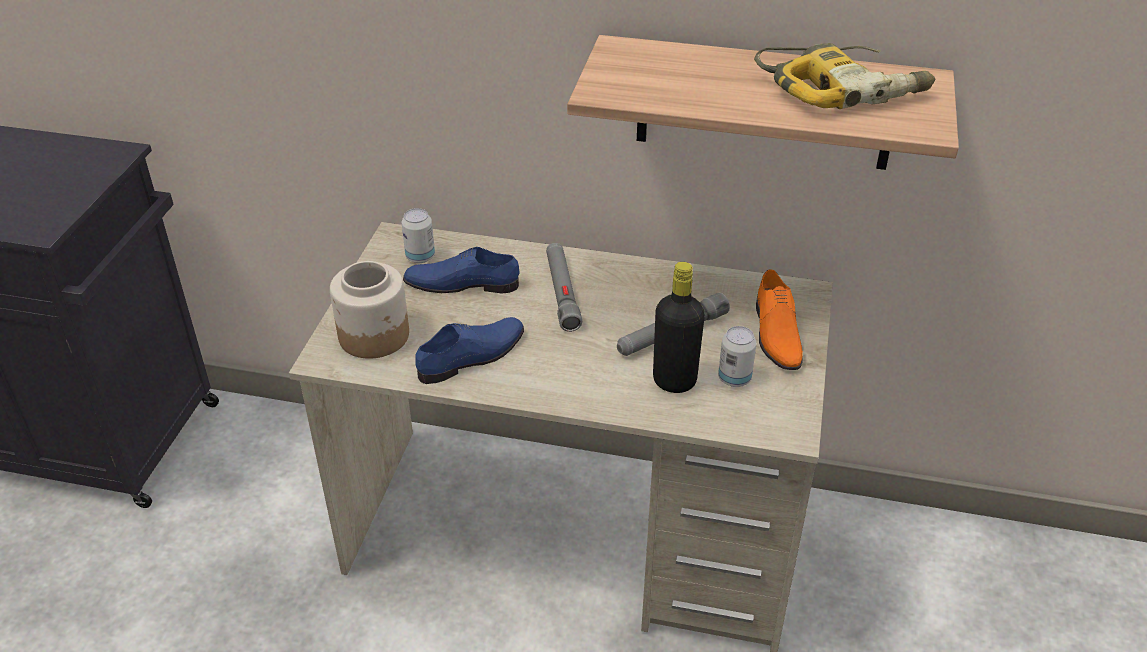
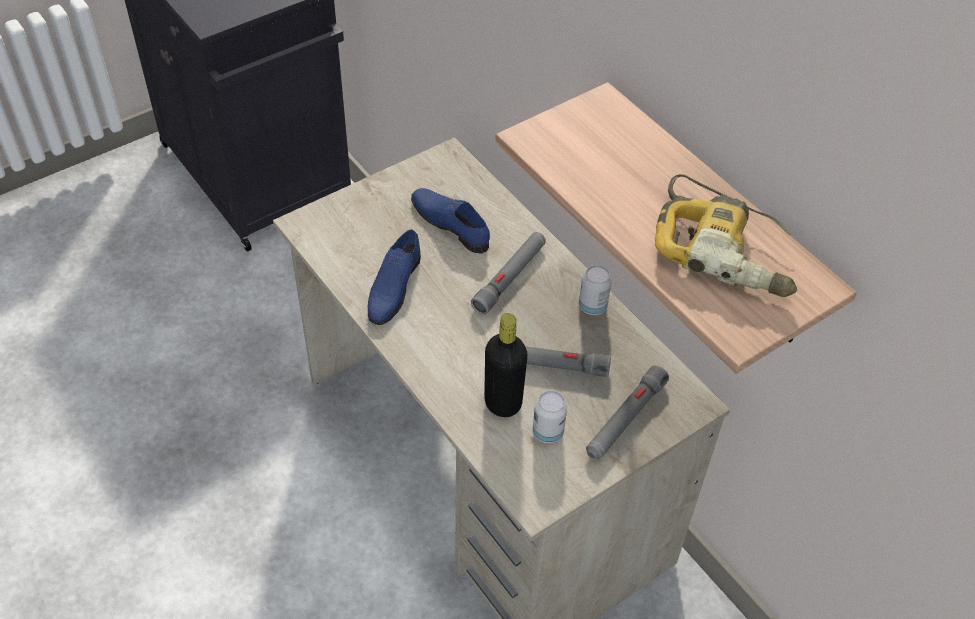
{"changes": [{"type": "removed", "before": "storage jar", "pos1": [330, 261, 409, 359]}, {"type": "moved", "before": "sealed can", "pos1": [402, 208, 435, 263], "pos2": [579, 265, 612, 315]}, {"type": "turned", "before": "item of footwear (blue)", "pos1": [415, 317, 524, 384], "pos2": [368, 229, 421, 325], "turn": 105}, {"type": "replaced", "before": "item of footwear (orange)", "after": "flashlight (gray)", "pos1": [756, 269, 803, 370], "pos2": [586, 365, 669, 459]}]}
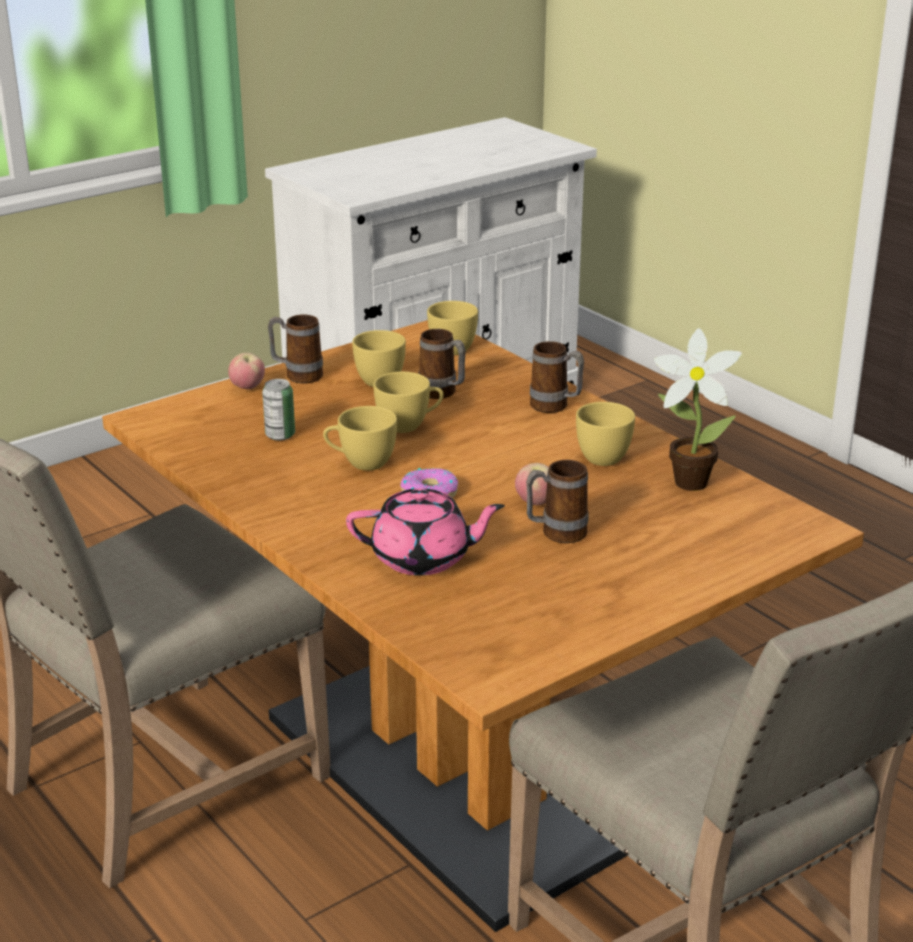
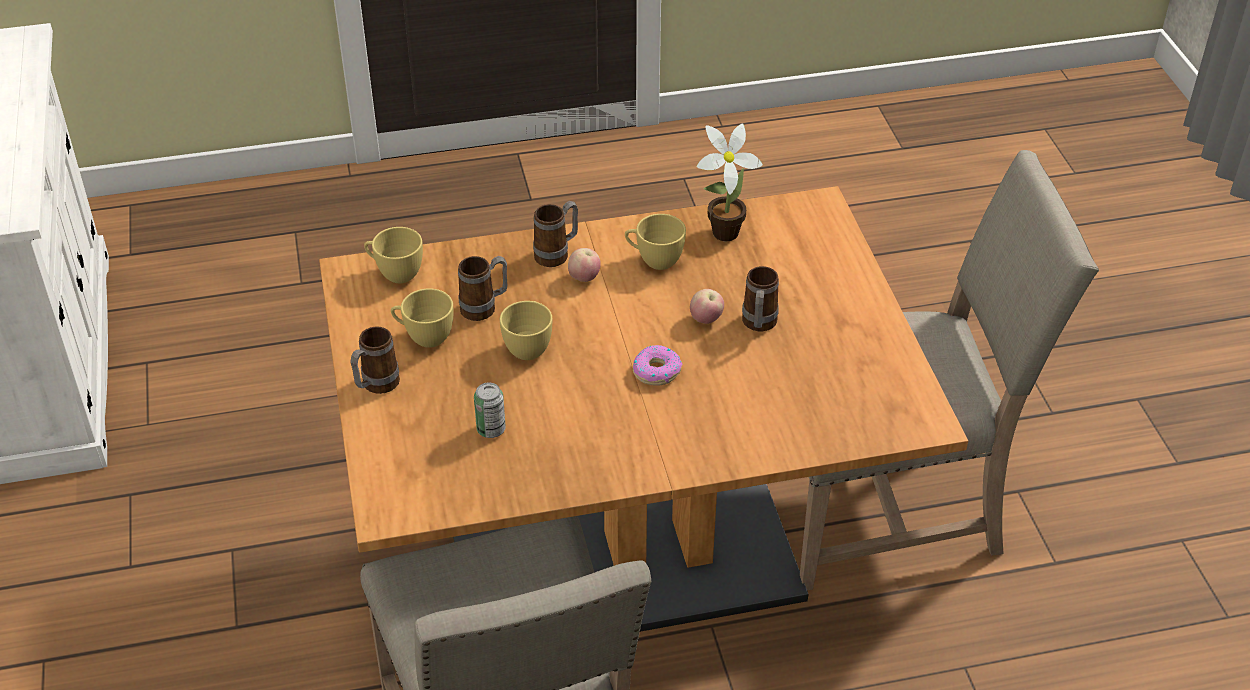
{"changes": [{"type": "moved", "before": "apple", "pos1": [228, 353, 265, 389], "pos2": [568, 248, 601, 282]}, {"type": "removed", "before": "cup (yellow-coloured)", "pos1": [323, 406, 397, 470]}, {"type": "removed", "before": "pot for tea (pink)", "pos1": [346, 488, 505, 576]}]}
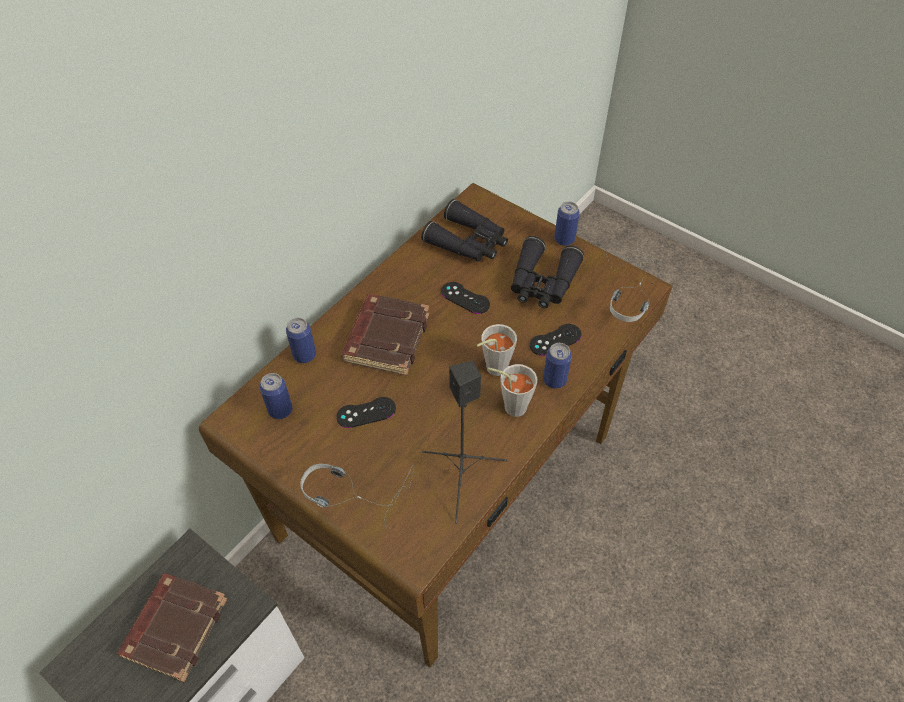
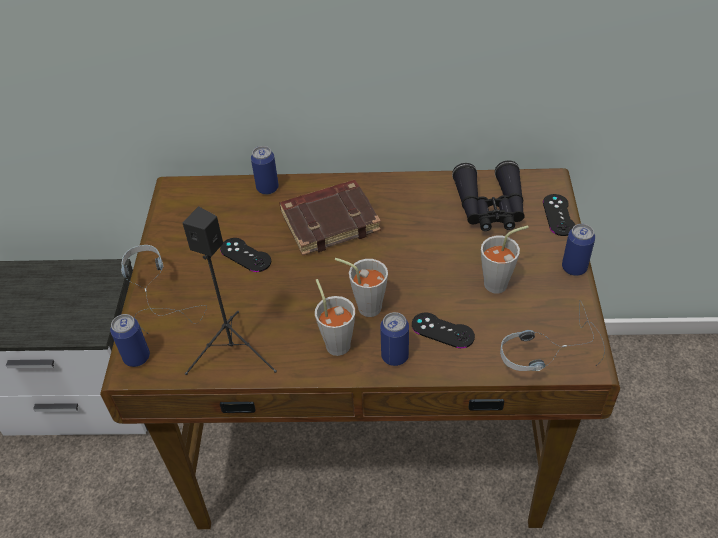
{"changes": [{"type": "removed", "before": "bound book (brown-coloured)", "pos1": [117, 573, 228, 682]}, {"type": "moved", "before": "sealed can", "pos1": [259, 373, 292, 419], "pos2": [110, 314, 150, 367]}, {"type": "moved", "before": "gamepad (black)", "pos1": [441, 282, 490, 314], "pos2": [543, 194, 575, 236]}, {"type": "replaced", "before": "field glasses (black)", "after": "cup (gray)", "pos1": [511, 236, 584, 308], "pos2": [481, 226, 529, 294]}]}
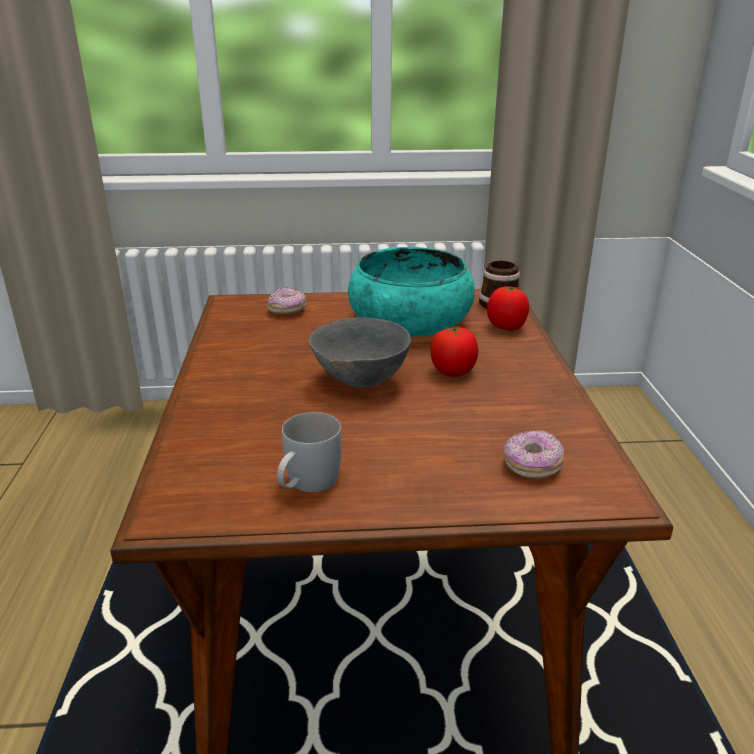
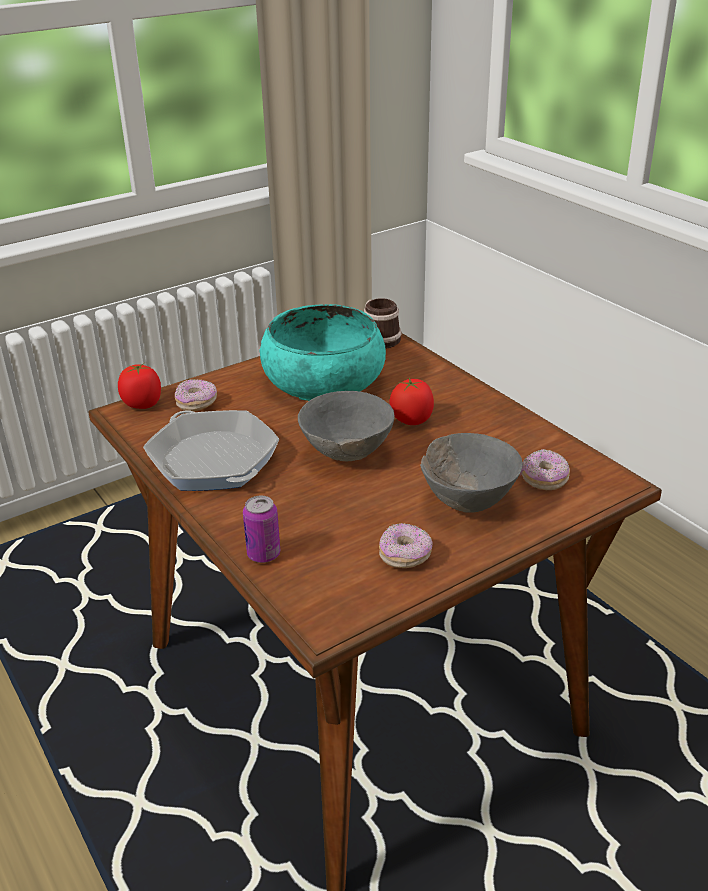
{"changes": [{"type": "replaced", "before": "coffee mug (whitish)", "after": "ring doughnut", "pos1": [277, 412, 342, 493], "pos2": [379, 523, 433, 568]}, {"type": "moved", "before": "whole tomato", "pos1": [487, 286, 529, 330], "pos2": [118, 363, 161, 409]}, {"type": "added", "after": "skillet", "pos2": [143, 410, 280, 491]}, {"type": "added", "after": "sealed can", "pos2": [243, 496, 280, 563]}, {"type": "added", "after": "serving bowl (gray)", "pos2": [420, 433, 523, 513]}]}
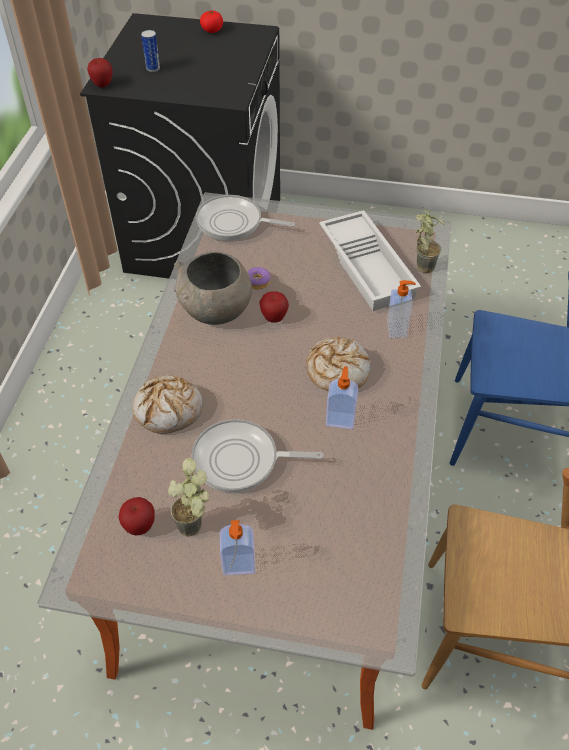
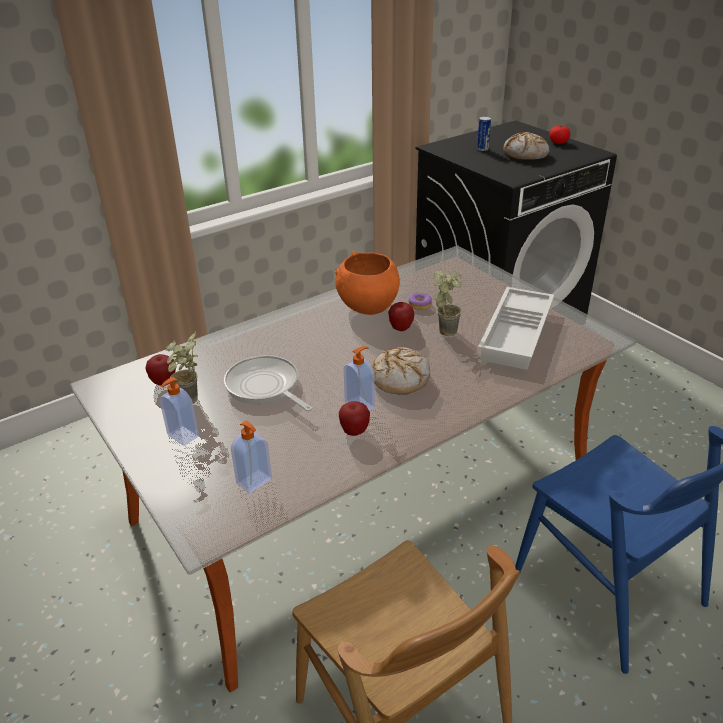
{"changes": [{"type": "moved", "before": "apple", "pos1": [87, 58, 112, 88], "pos2": [339, 401, 370, 436]}, {"type": "moved", "before": "bakery bread", "pos1": [132, 375, 203, 434], "pos2": [503, 132, 549, 160]}, {"type": "recoloured", "before": "serving bowl (gray)", "after": "serving bowl (orange)", "pos1": [173, 252, 252, 325], "pos2": [335, 251, 400, 315]}, {"type": "removed", "before": "skillet", "pos1": [196, 195, 295, 241]}, {"type": "moved", "before": "soap bottle", "pos1": [387, 280, 416, 338], "pos2": [231, 420, 272, 494]}, {"type": "moved", "before": "plant in a pot", "pos1": [415, 207, 445, 273], "pos2": [433, 270, 461, 336]}]}
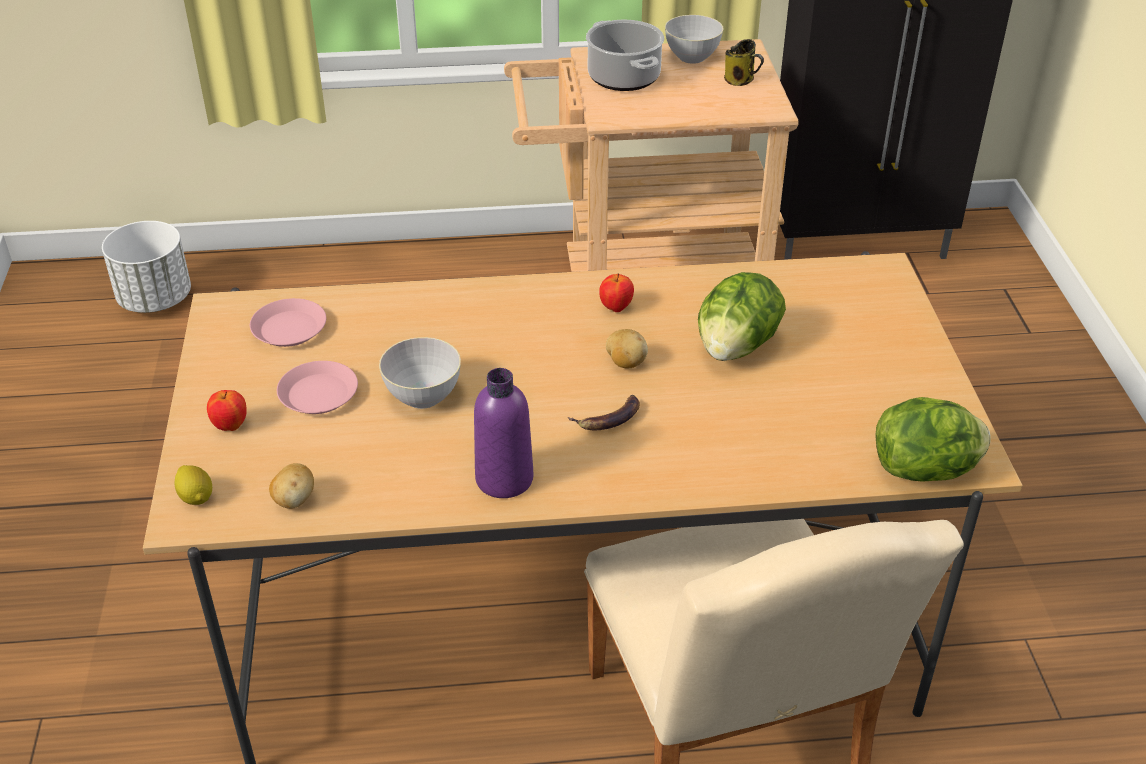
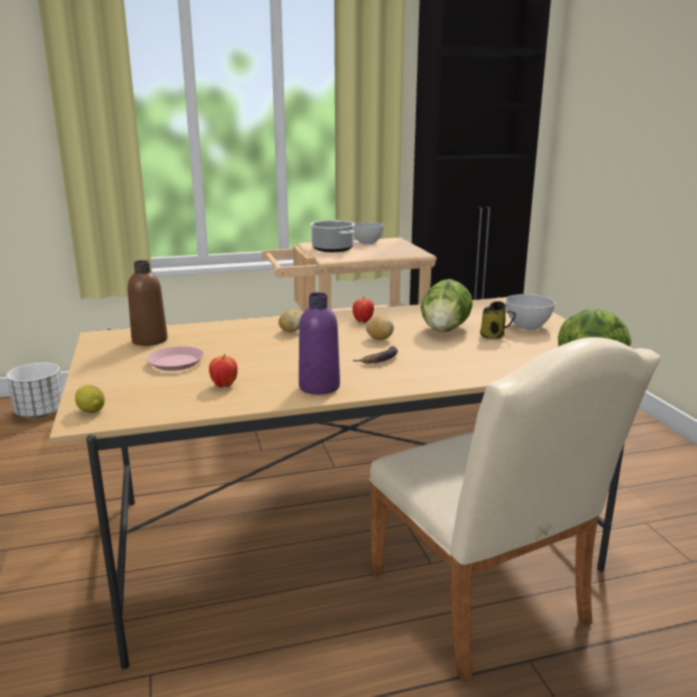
{"changes": [{"type": "moved", "before": "apple", "pos1": [207, 390, 247, 431], "pos2": [209, 354, 238, 387]}, {"type": "replaced", "before": "flat dish (pink)", "after": "beverage bottle (brown-coloured)", "pos1": [250, 298, 326, 347], "pos2": [128, 260, 167, 346]}, {"type": "moved", "before": "spud", "pos1": [269, 463, 314, 509], "pos2": [279, 309, 302, 332]}, {"type": "moved", "before": "serving bowl (gray)", "pos1": [379, 337, 461, 409], "pos2": [505, 294, 555, 330]}, {"type": "moved", "before": "coffee mug", "pos1": [724, 39, 764, 86], "pos2": [480, 301, 516, 339]}]}
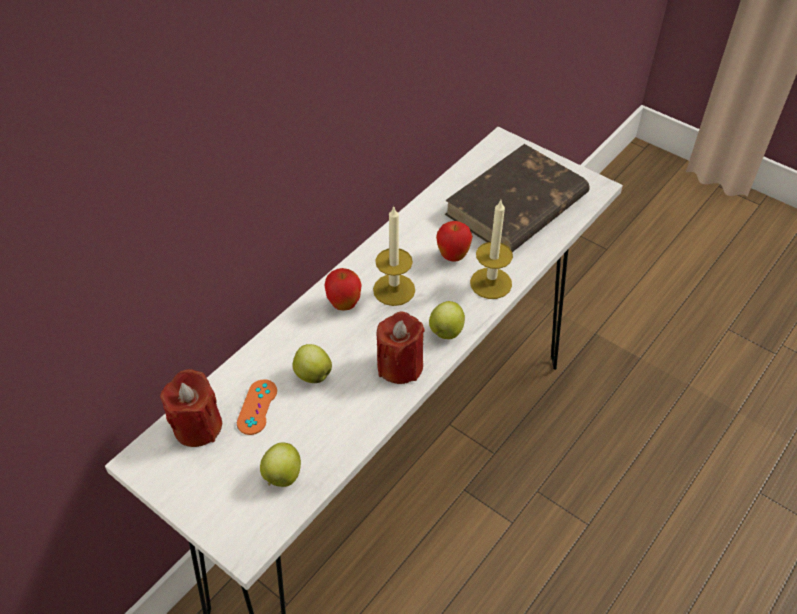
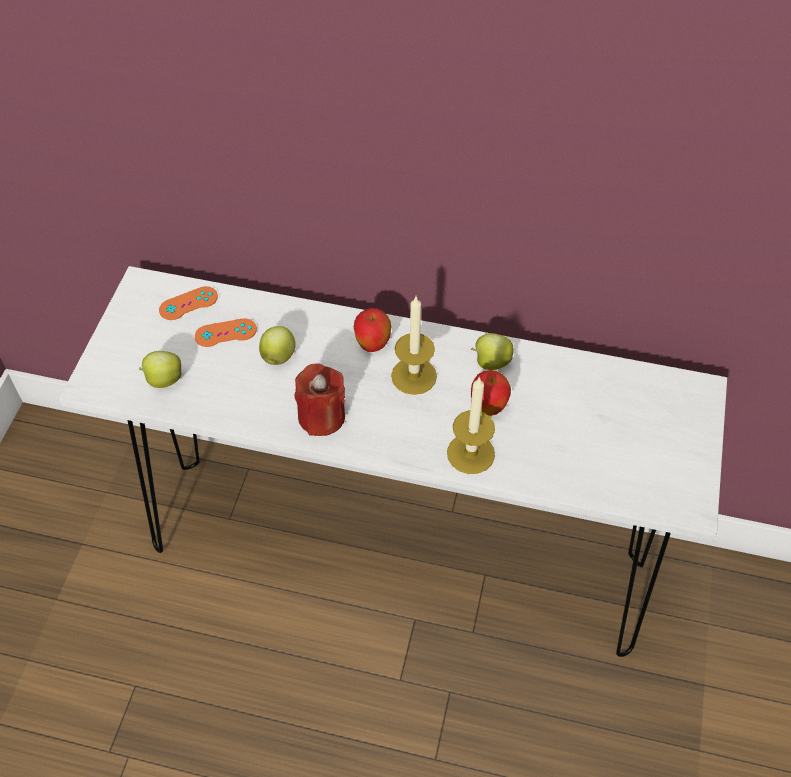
{"changes": [{"type": "replaced", "before": "candle (red)", "after": "gamepad (orange)", "pos1": [160, 369, 222, 447], "pos2": [159, 286, 218, 320]}, {"type": "moved", "before": "apple", "pos1": [429, 301, 465, 339], "pos2": [471, 333, 514, 370]}, {"type": "removed", "before": "bound book (brown-coloured)", "pos1": [445, 144, 590, 252]}]}
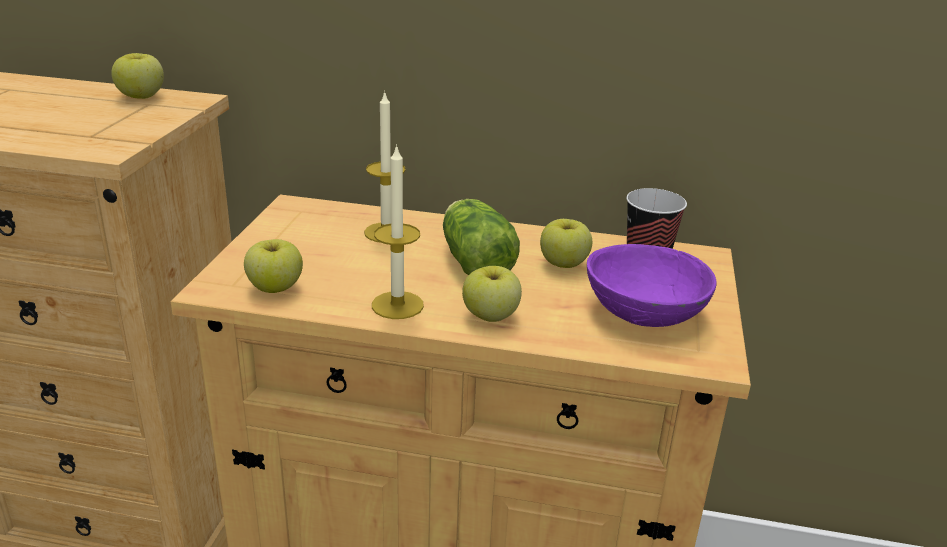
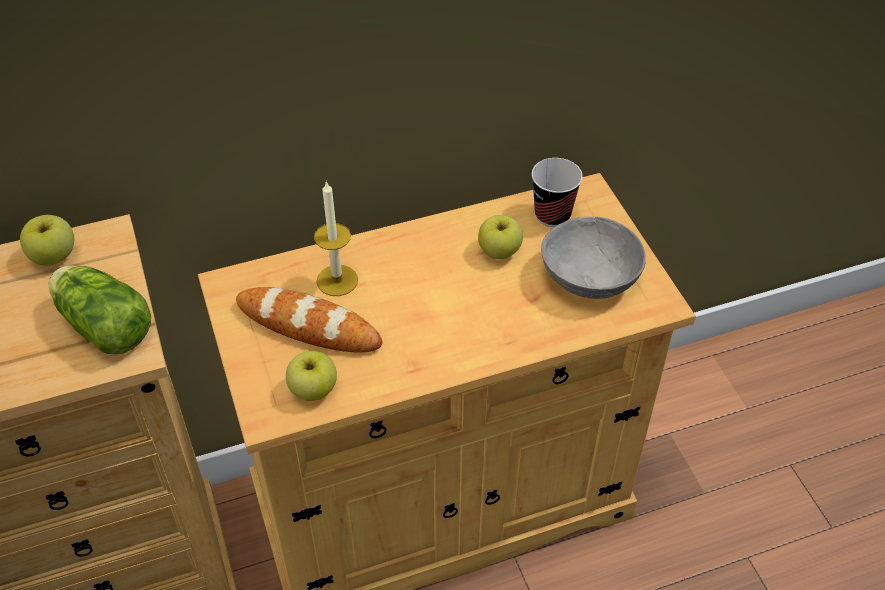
{"changes": [{"type": "removed", "before": "candle", "pos1": [372, 144, 424, 319]}, {"type": "moved", "before": "lettuce head", "pos1": [443, 199, 520, 275], "pos2": [48, 265, 151, 354]}, {"type": "removed", "before": "apple", "pos1": [462, 266, 522, 322]}, {"type": "recoloured", "before": "serving bowl (purple-coloured)", "after": "serving bowl (gray)", "pos1": [587, 244, 717, 327], "pos2": [541, 216, 646, 299]}, {"type": "added", "after": "bakery bread", "pos2": [236, 287, 382, 352]}]}
